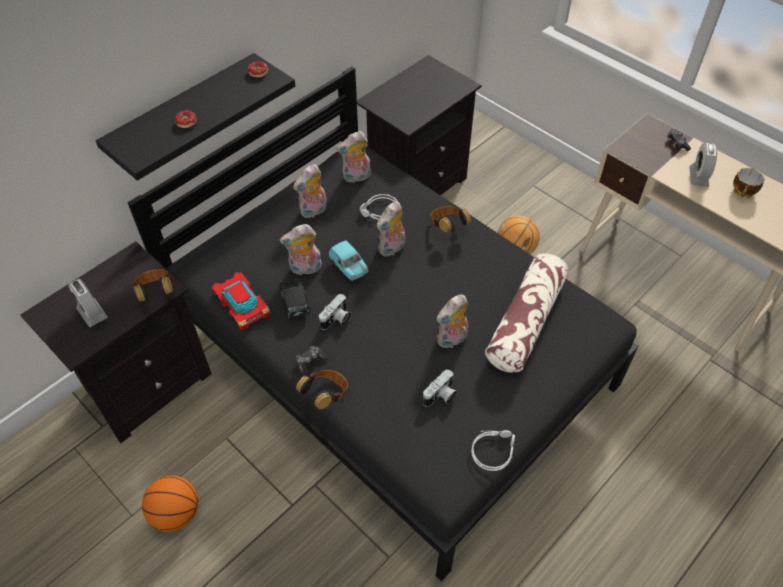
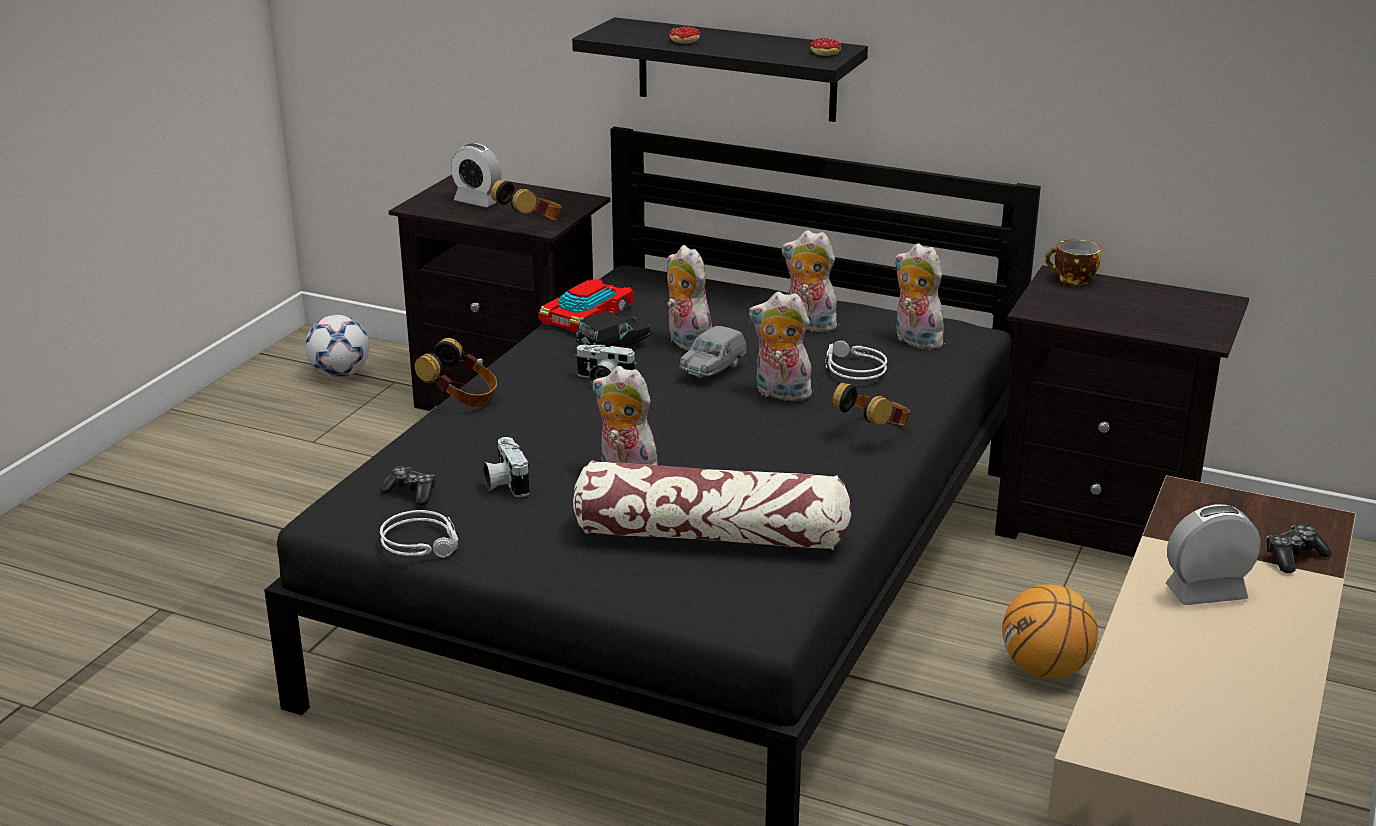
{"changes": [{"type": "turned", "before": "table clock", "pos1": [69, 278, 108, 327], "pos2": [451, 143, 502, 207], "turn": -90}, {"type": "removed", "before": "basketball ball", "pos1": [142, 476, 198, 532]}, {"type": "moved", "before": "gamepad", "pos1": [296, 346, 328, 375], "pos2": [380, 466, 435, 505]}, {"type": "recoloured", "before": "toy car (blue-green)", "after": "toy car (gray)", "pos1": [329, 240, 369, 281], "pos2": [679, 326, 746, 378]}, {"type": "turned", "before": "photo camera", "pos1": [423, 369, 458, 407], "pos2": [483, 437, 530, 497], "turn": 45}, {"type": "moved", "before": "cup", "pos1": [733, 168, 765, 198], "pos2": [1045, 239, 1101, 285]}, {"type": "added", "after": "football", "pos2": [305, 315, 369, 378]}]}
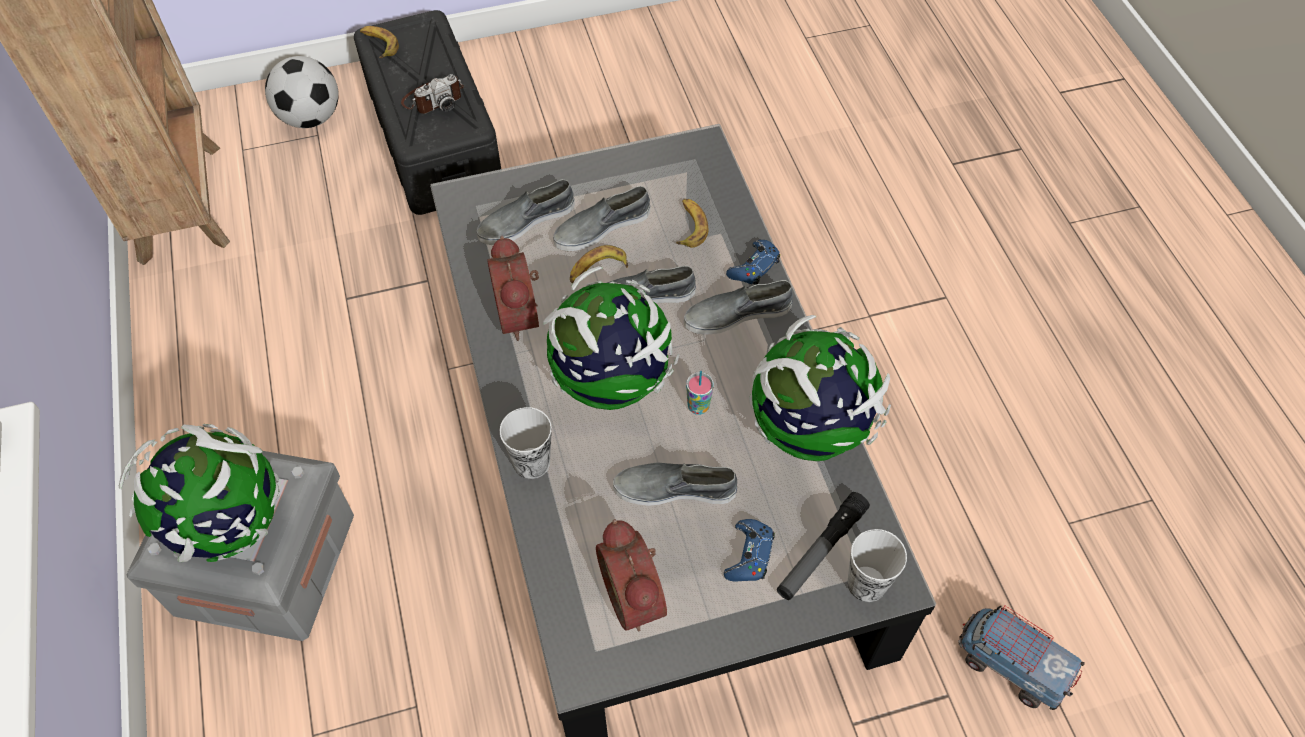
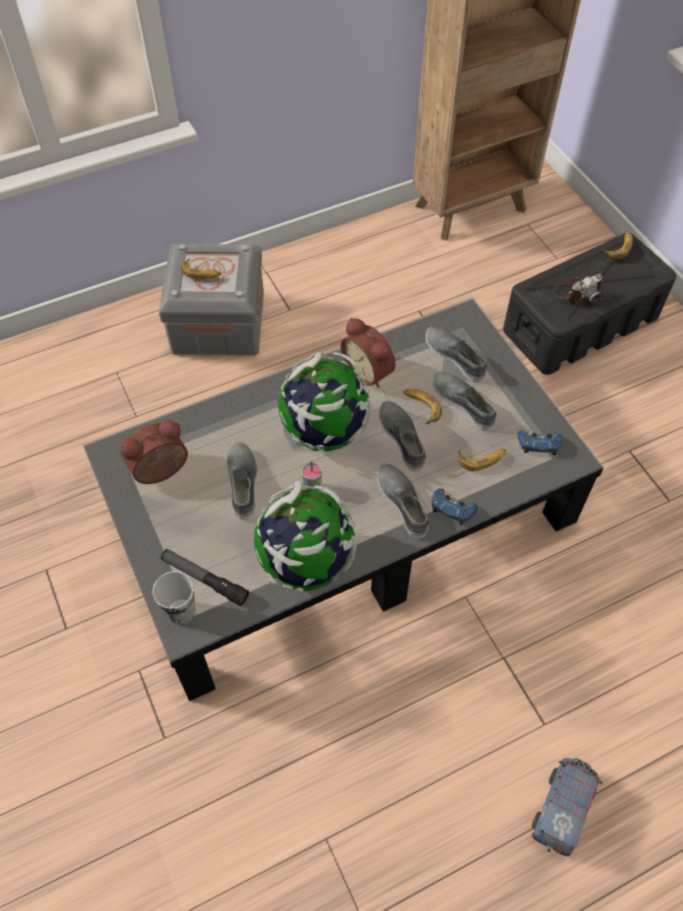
{"changes": [{"type": "replaced", "before": "globe", "after": "whole banana", "pos1": [118, 424, 280, 562], "pos2": [180, 259, 221, 279]}, {"type": "removed", "before": "football", "pos1": [265, 56, 339, 128]}, {"type": "turned", "before": "photo camera", "pos1": [401, 74, 464, 114], "pos2": [553, 274, 603, 303], "turn": -75}, {"type": "turned", "before": "table clock", "pos1": [487, 236, 539, 341], "pos2": [341, 318, 395, 388], "turn": -105}, {"type": "removed", "before": "cup", "pos1": [500, 407, 552, 479]}, {"type": "moved", "before": "gamepad (blue)", "pos1": [724, 519, 775, 582], "pos2": [517, 430, 562, 455]}, {"type": "moved", "before": "toy lorry", "pos1": [958, 606, 1085, 710], "pos2": [532, 758, 602, 856]}]}
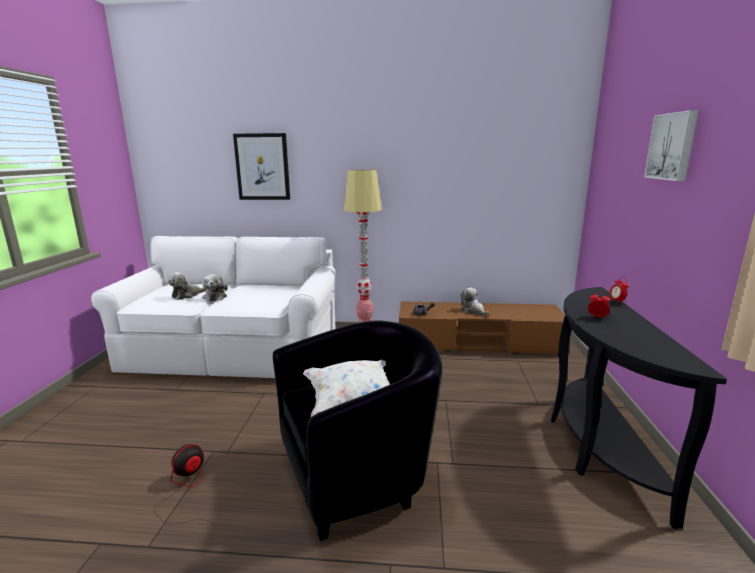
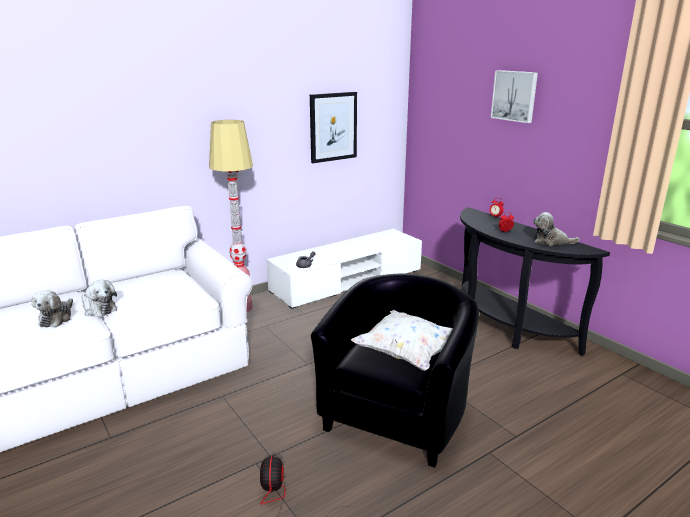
{"changes": [{"type": "moved", "before": "picture", "pos1": [233, 133, 290, 200], "pos2": [310, 92, 357, 163]}, {"type": "recoloured", "before": "media console (brown-coloured)", "after": "media console (whitish)", "pos1": [399, 301, 565, 355], "pos2": [267, 229, 422, 309]}, {"type": "moved", "before": "cuddly toy", "pos1": [460, 288, 489, 316], "pos2": [533, 212, 580, 246]}]}
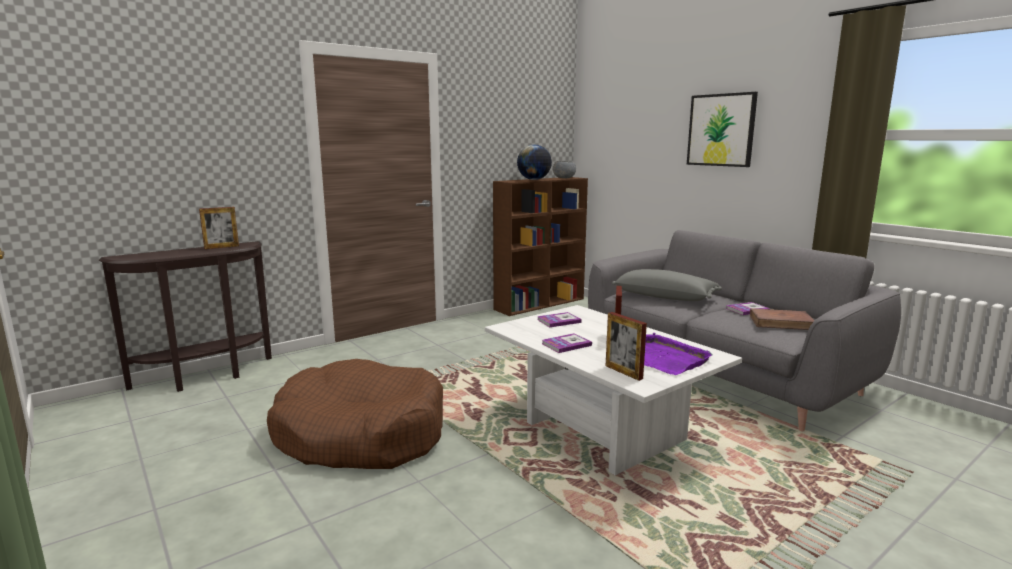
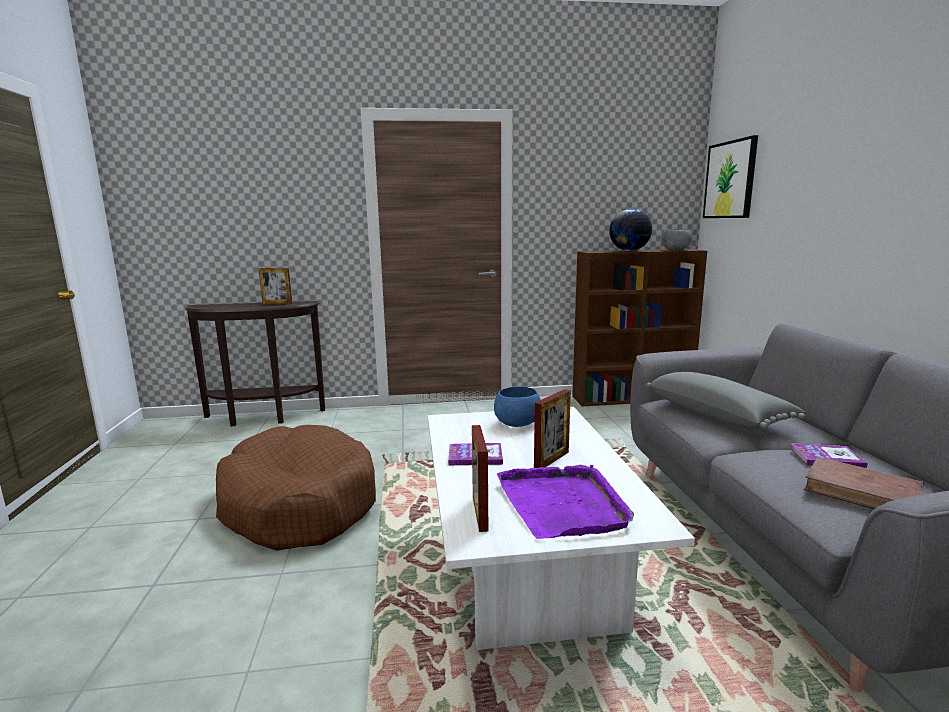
{"changes": [{"type": "replaced", "before": "bound book", "after": "serving bowl (blue)", "pos1": [537, 312, 582, 327], "pos2": [494, 386, 541, 427]}, {"type": "moved", "before": "picture", "pos1": [687, 92, 758, 167], "pos2": [703, 135, 758, 218]}]}
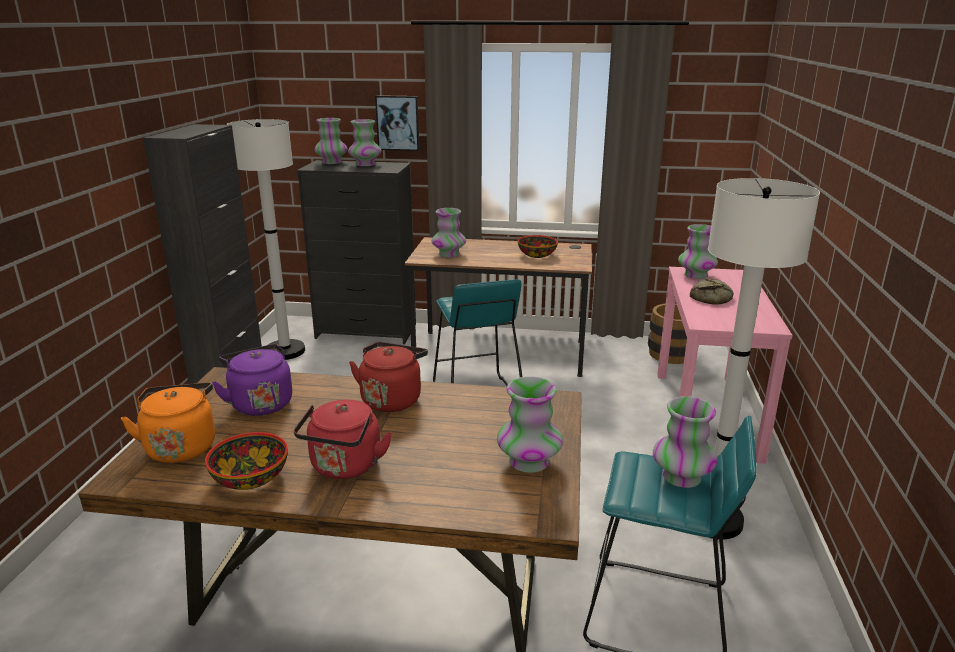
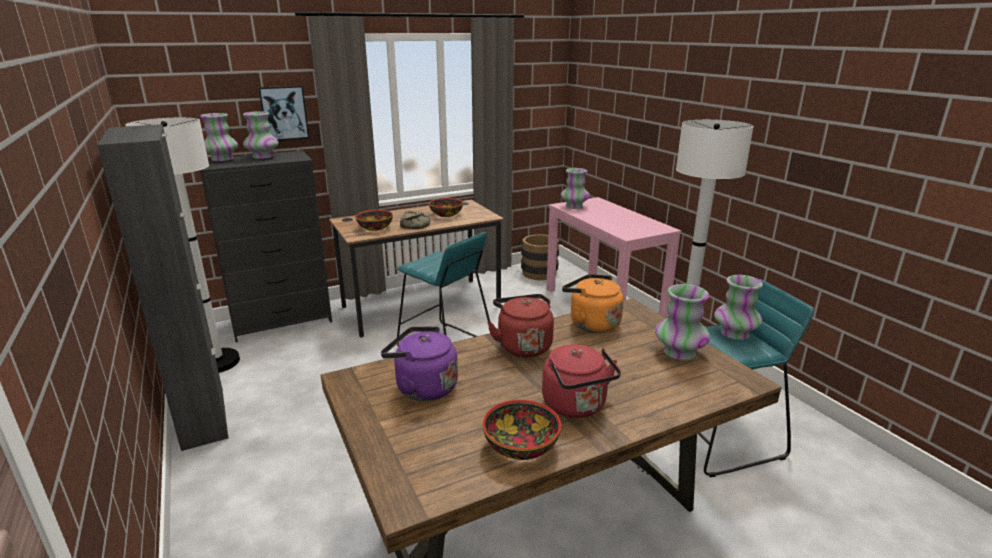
{"changes": [{"type": "moved", "before": "water kettle (orange)", "pos1": [121, 382, 215, 463], "pos2": [562, 274, 624, 333]}, {"type": "replaced", "before": "vase", "after": "serving bowl", "pos1": [432, 208, 466, 257], "pos2": [355, 210, 393, 231]}, {"type": "moved", "before": "bakery bread", "pos1": [690, 278, 734, 305], "pos2": [400, 211, 430, 229]}]}
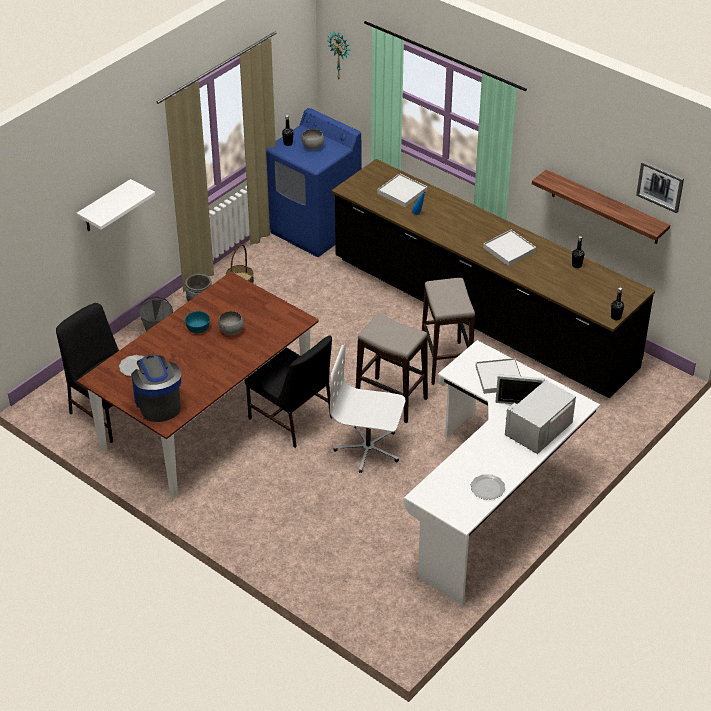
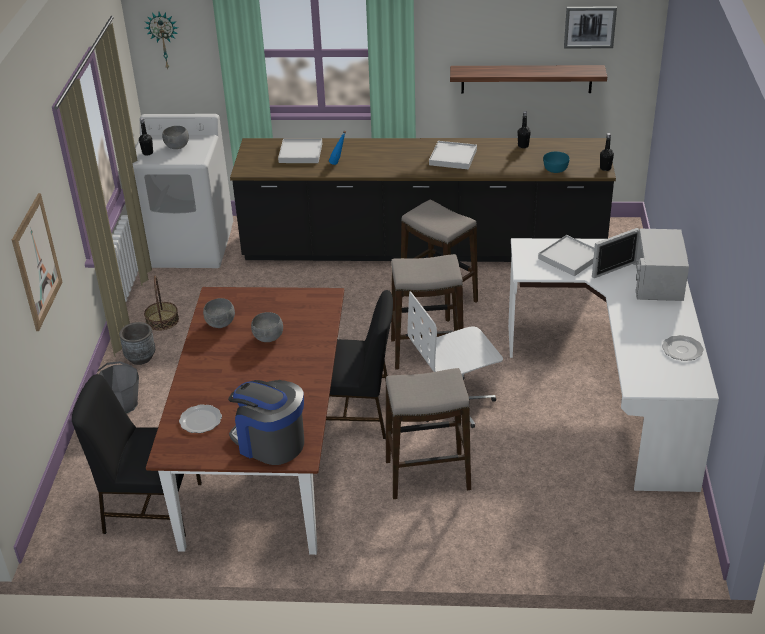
{"changes": [{"type": "replaced", "before": "shelf (whitish)", "after": "picture", "pos1": [76, 179, 155, 231], "pos2": [12, 193, 62, 331]}, {"type": "moved", "before": "serving bowl (blue-green)", "pos1": [185, 311, 210, 333], "pos2": [543, 152, 570, 173]}, {"type": "recoloured", "before": "laundry appliance (blue)", "after": "laundry appliance (whitish)", "pos1": [266, 108, 362, 257], "pos2": [132, 114, 233, 268]}, {"type": "added", "after": "serving bowl (gray)", "pos2": [203, 298, 235, 328]}, {"type": "added", "after": "sitting stool", "pos2": [386, 368, 471, 499]}]}
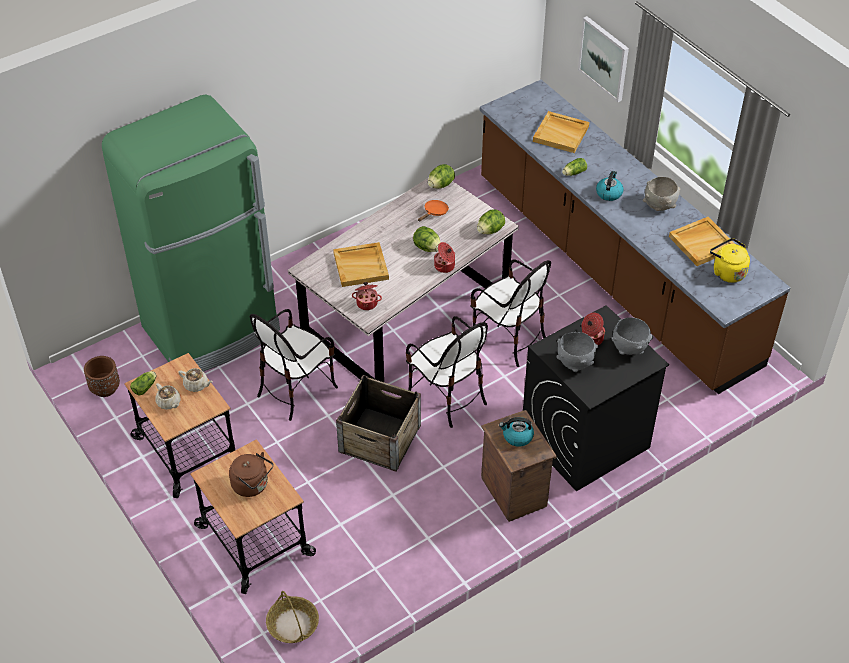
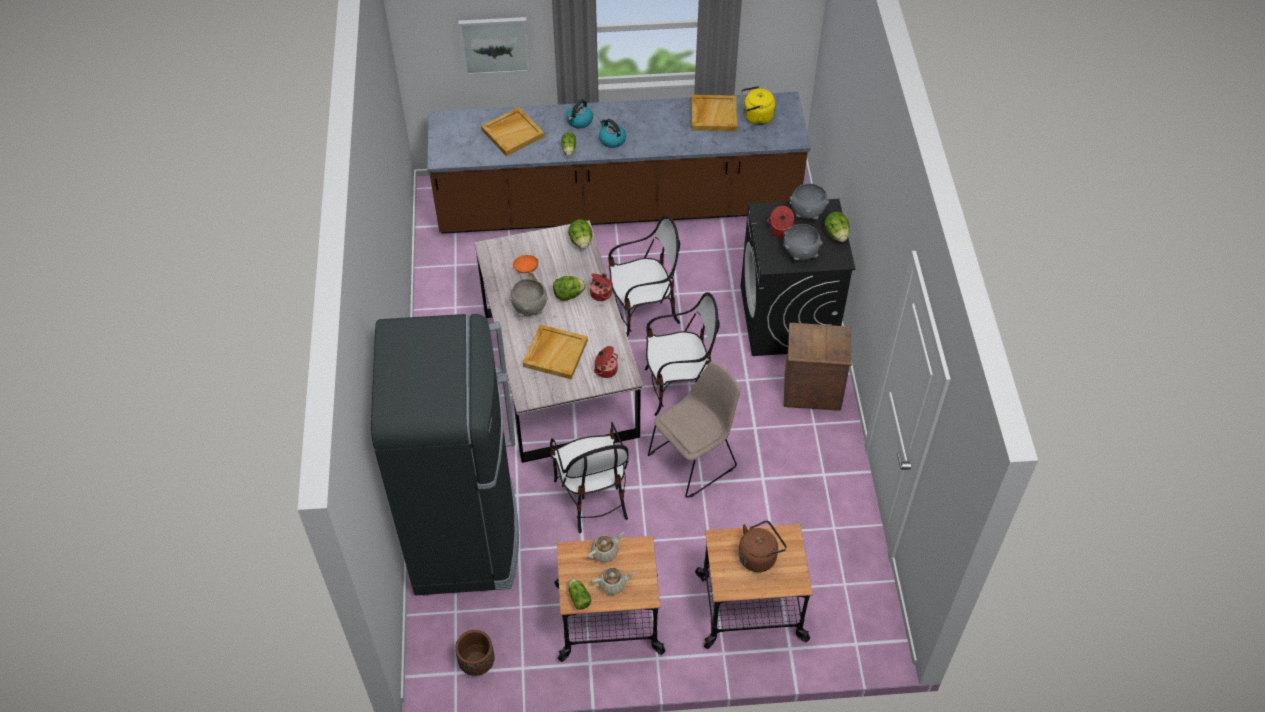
{"changes": [{"type": "recoloured", "before": "refrigerator (green)", "after": "refrigerator (black)", "pos1": [102, 94, 280, 372], "pos2": [371, 314, 519, 595]}, {"type": "removed", "before": "storage basket", "pos1": [266, 591, 319, 643]}, {"type": "replaced", "before": "crate", "after": "upright chair (beige-coloured)", "pos1": [336, 375, 421, 472], "pos2": [648, 361, 740, 498]}, {"type": "moved", "before": "lettuce head", "pos1": [428, 164, 455, 188], "pos2": [824, 212, 850, 242]}, {"type": "moved", "before": "water kettle", "pos1": [499, 417, 534, 447], "pos2": [566, 99, 593, 129]}, {"type": "moved", "before": "serving bowl (gray)", "pos1": [643, 177, 681, 211], "pos2": [509, 279, 548, 317]}]}
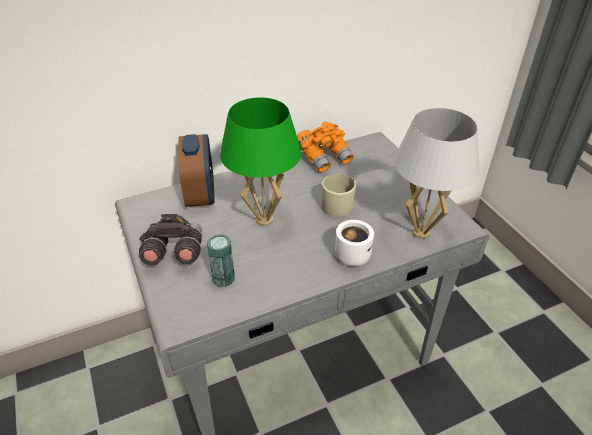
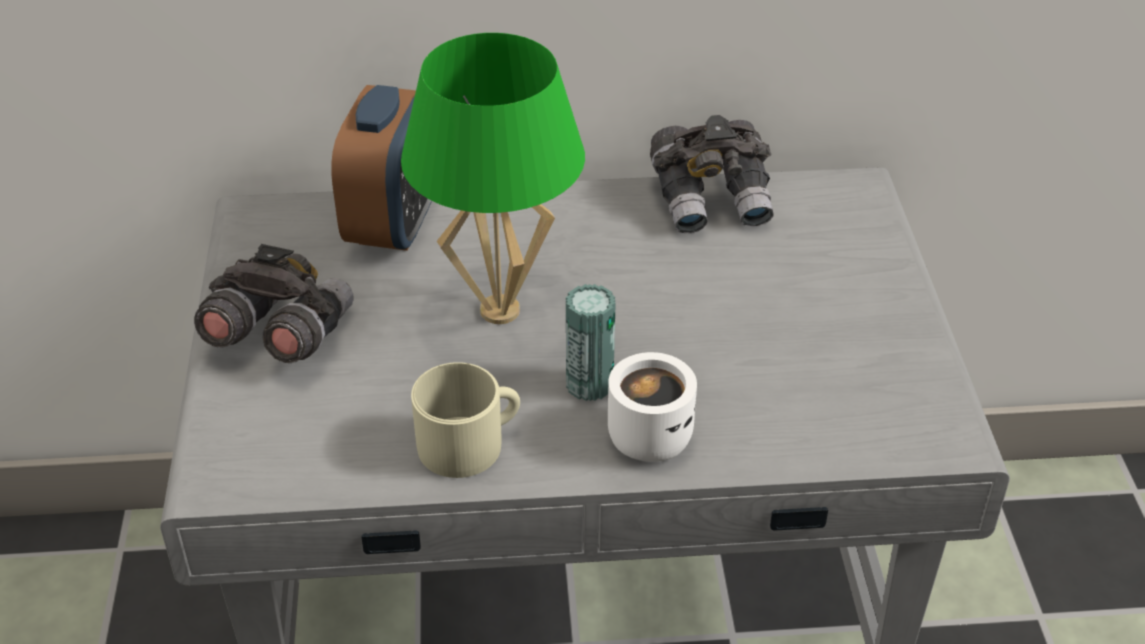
{"changes": [{"type": "moved", "before": "sealed can", "pos1": [207, 234, 235, 287], "pos2": [566, 284, 616, 401]}, {"type": "recoloured", "before": "field glasses (orange)", "after": "field glasses (gray)", "pos1": [297, 121, 354, 172], "pos2": [650, 115, 774, 233]}, {"type": "moved", "before": "coffee mug (beige-coloured)", "pos1": [321, 174, 356, 217], "pos2": [411, 362, 520, 478]}, {"type": "removed", "before": "tabletop lamp (whitish)", "pos1": [394, 108, 479, 239]}]}
